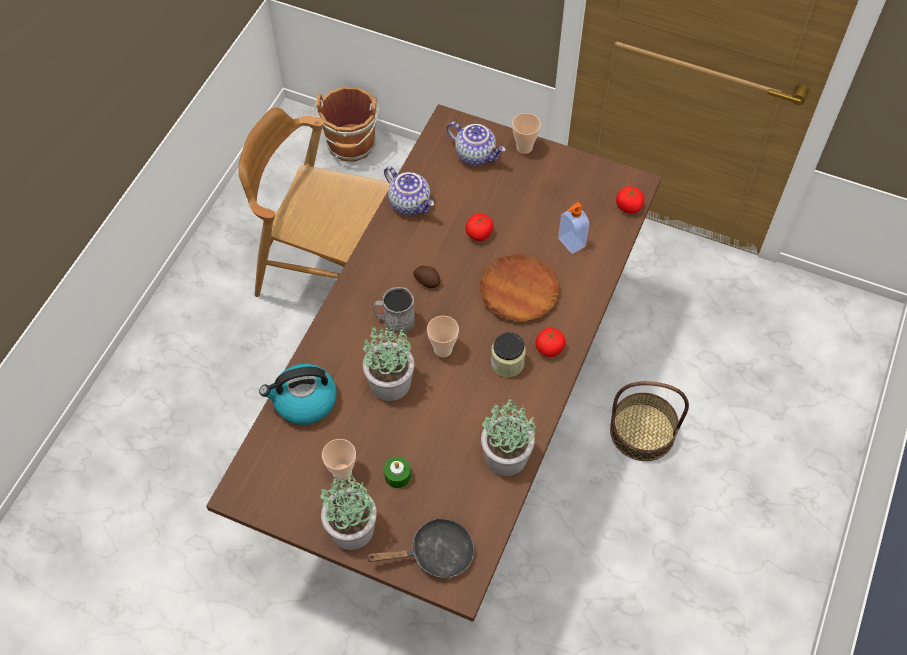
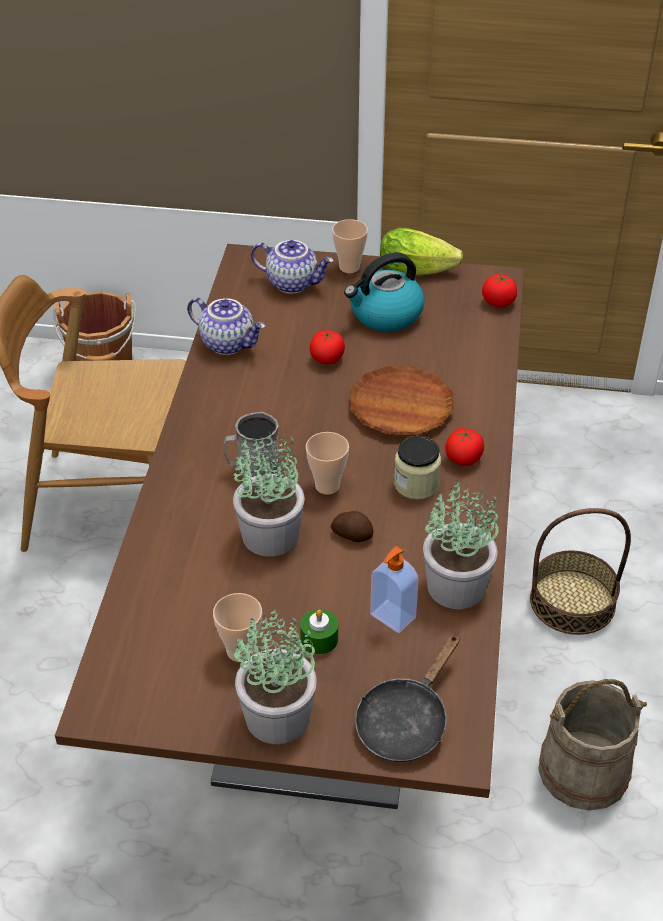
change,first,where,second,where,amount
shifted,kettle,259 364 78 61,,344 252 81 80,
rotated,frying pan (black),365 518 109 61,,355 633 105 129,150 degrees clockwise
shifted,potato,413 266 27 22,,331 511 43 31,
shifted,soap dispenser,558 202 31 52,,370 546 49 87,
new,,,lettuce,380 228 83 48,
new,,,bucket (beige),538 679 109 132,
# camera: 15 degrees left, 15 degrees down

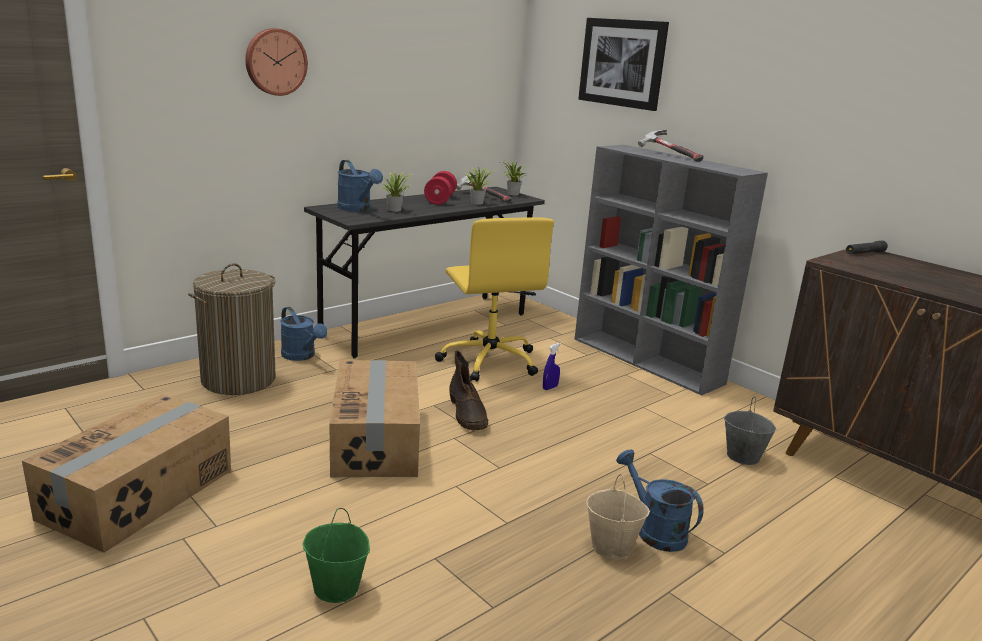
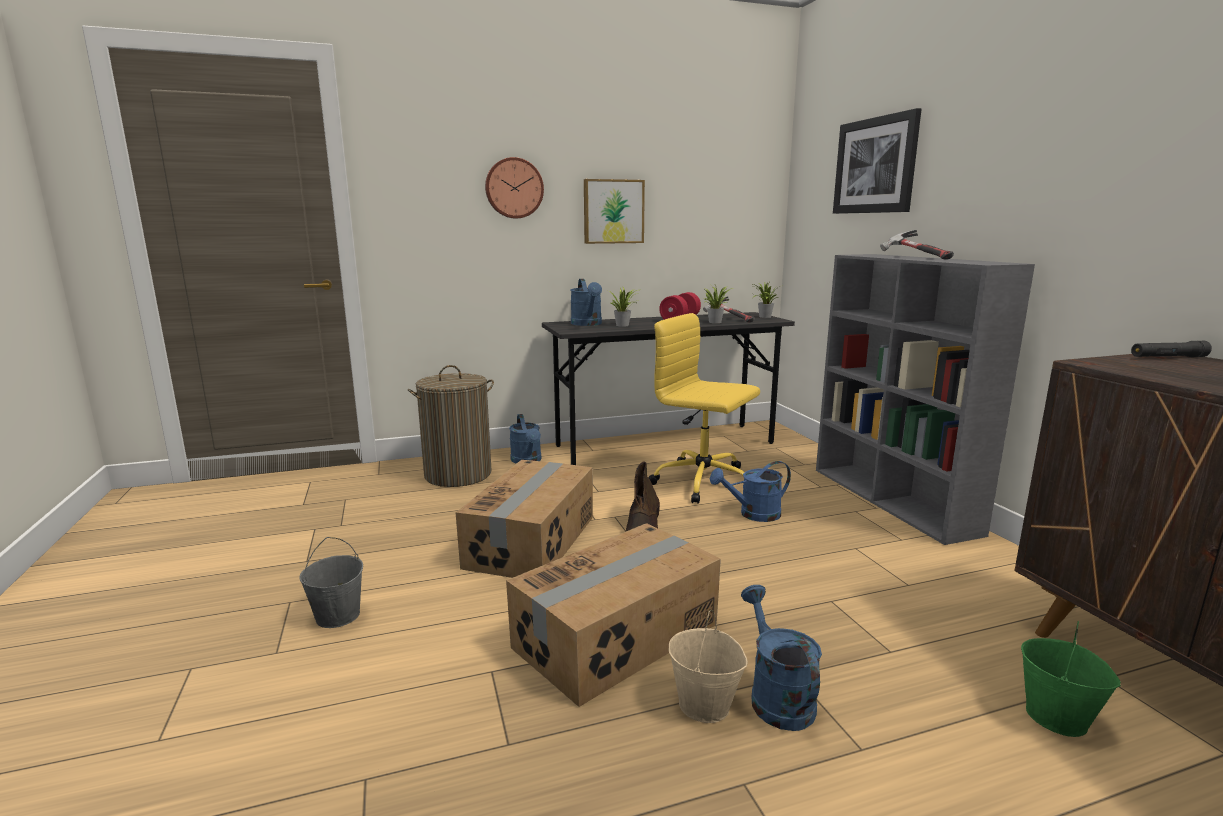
change,first,where,second,where,amount
shifted,cardboard box,22 394 209 159,,506 523 215 184,
shifted,bucket (green),303 508 67 95,,1021 621 100 116,
rotated,office chair (yellow),435 217 119 165,,648 313 112 191,120 degrees clockwise
swapped,spray bottle (blue),543 343 18 47,watering can (blue),710 461 81 61,
shifted,bucket (grey),724 397 52 68,,299 537 64 91,
new,,,picture,584 179 61 65,
# camera: 25 degrees right, 5 degrees down

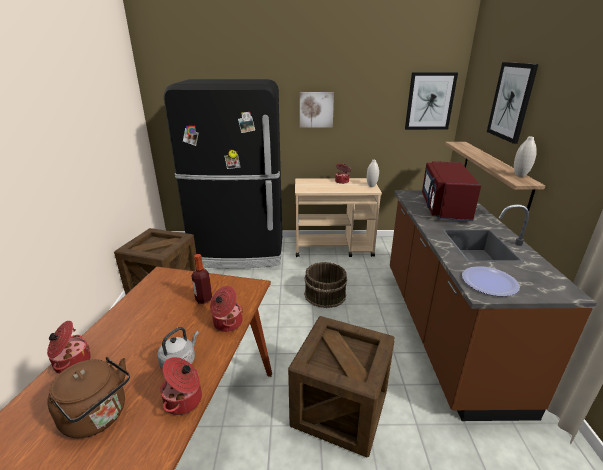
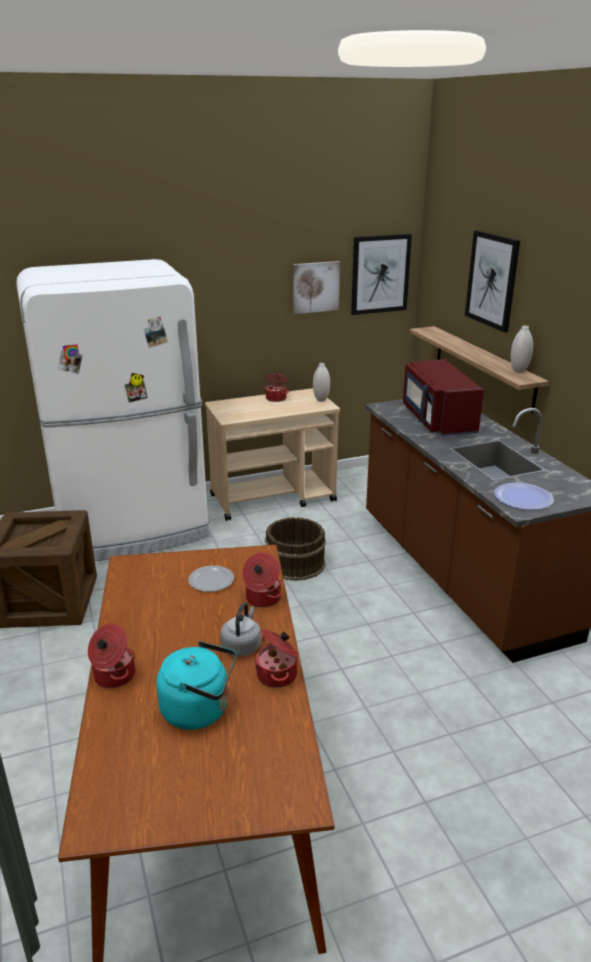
change,first,where,second,where,amount
repainted,kettle (brown),47 357 83 81,kettle (turquoise),156 641 80 89,
repainted,fridge (black),164 79 118 190,fridge (white),16 259 194 302,
swapped,bottle,192 254 20 50,plate,188 565 46 27,
gone,crate,288 316 107 141,,,
shifted,picture,300 92 34 35,,293 261 47 53,
# camera: 20 degrees left, 0 degrees up

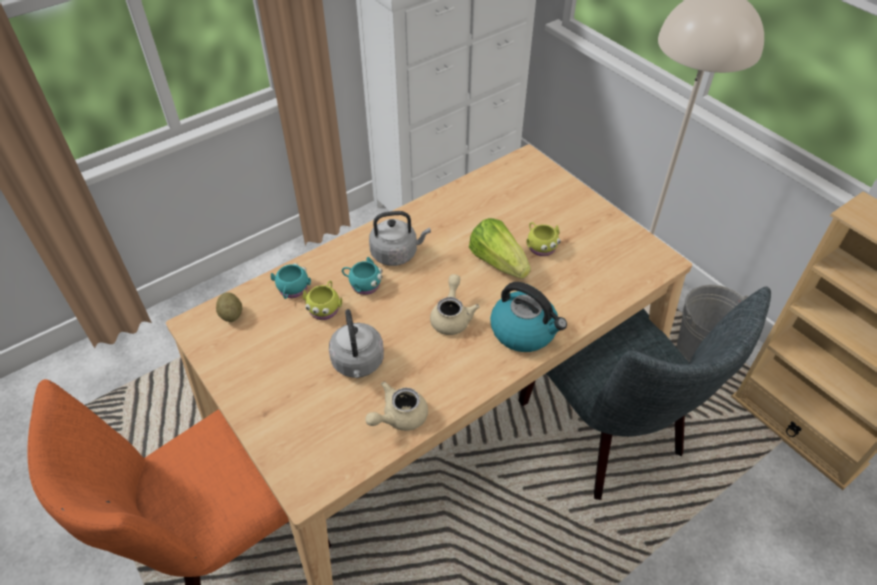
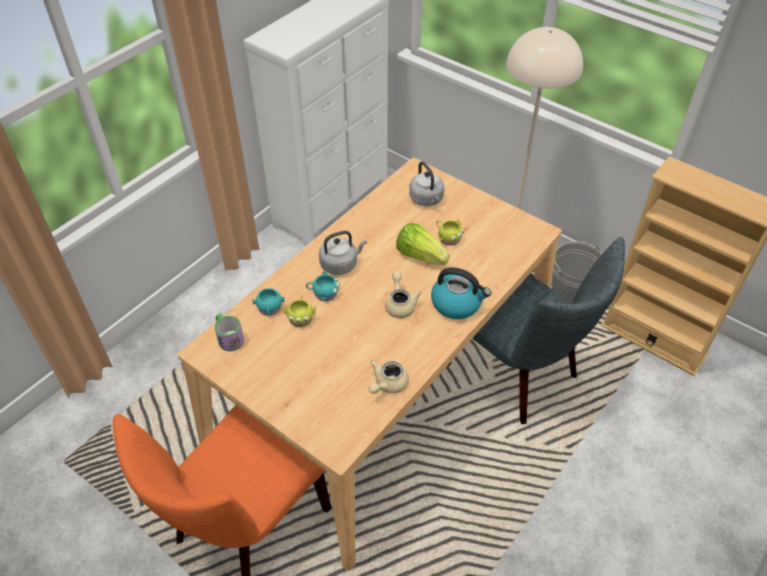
change,first,where,second,where,amount
swapped,potato,216 292 26 30,mug,215 313 29 38,
shifted,kettle (grey),329 309 55 69,,409 161 35 45,
# camera: 15 degrees left, 0 degrees up

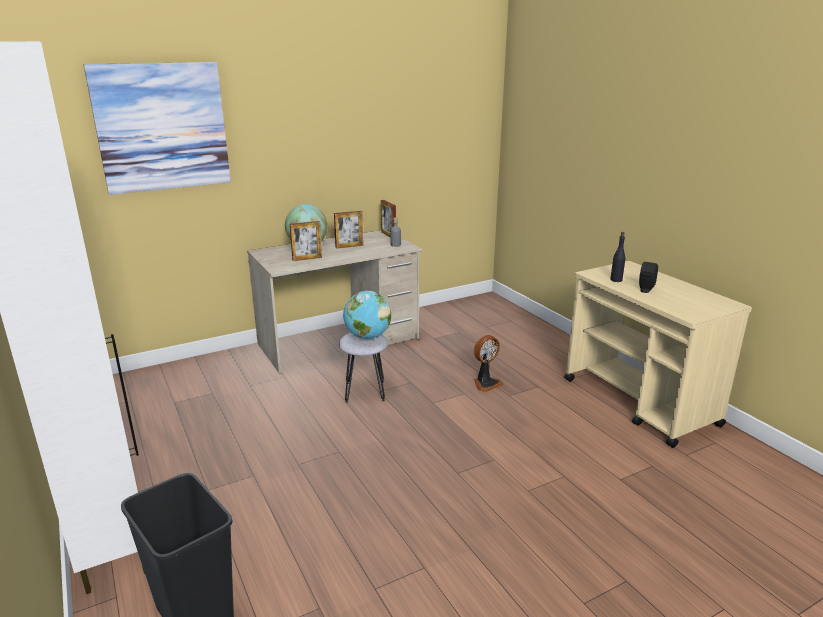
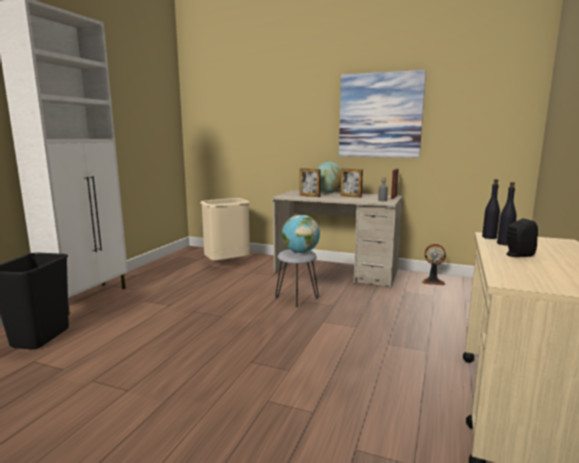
change,first,where,second,where,amount
shifted,picture,84 62 147 133,,339 70 87 88,
shifted,fan,474 335 30 57,,422 244 24 41,
new,,,trash can (beige),201 198 49 63,
new,,,bottle (black),482 179 18 60,
# camera: 50 degrees right, 10 degrees down

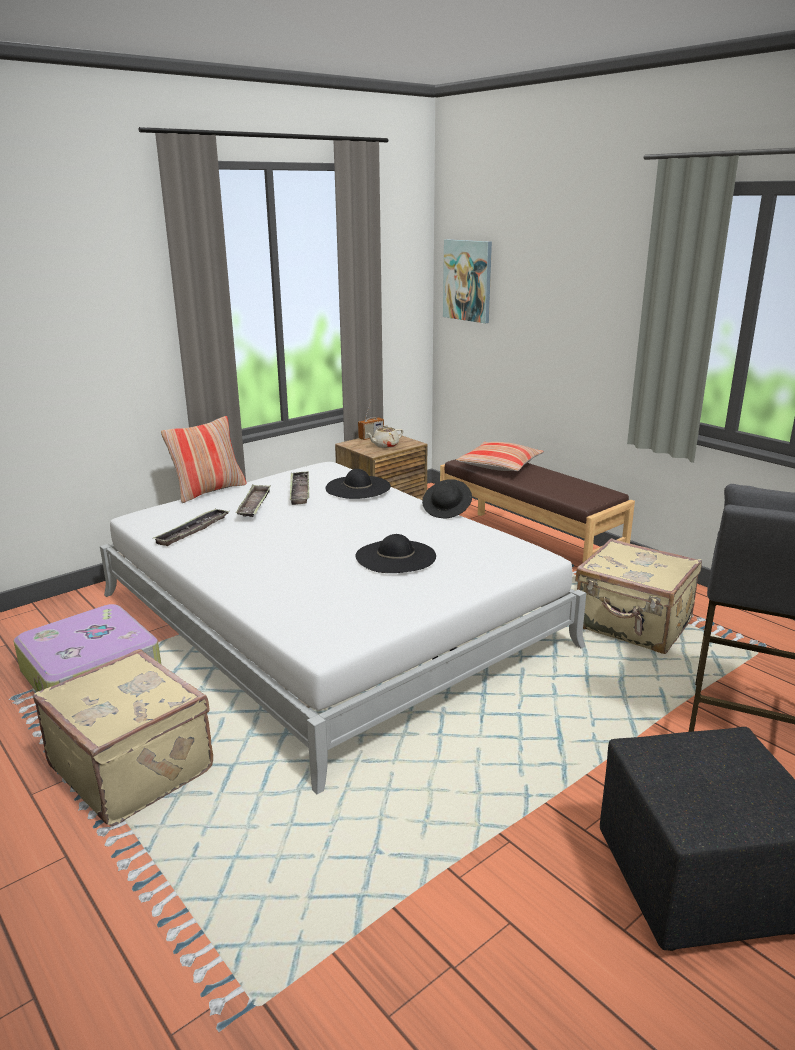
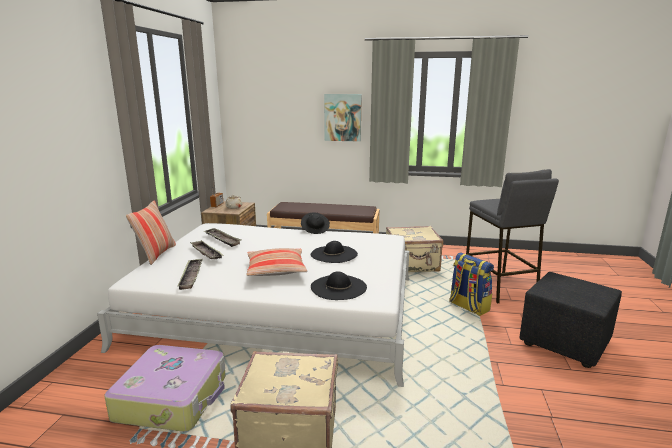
change,first,where,second,where,amount
shifted,hat (black),326 469 65 30,,311 272 56 28,
shifted,picture,443 239 49 84,,324 94 38 48,
shifted,pillow,456 442 87 29,,246 248 62 28,
new,,,backpack,449 252 45 64,
# camera: 40 degrees left, 5 degrees down

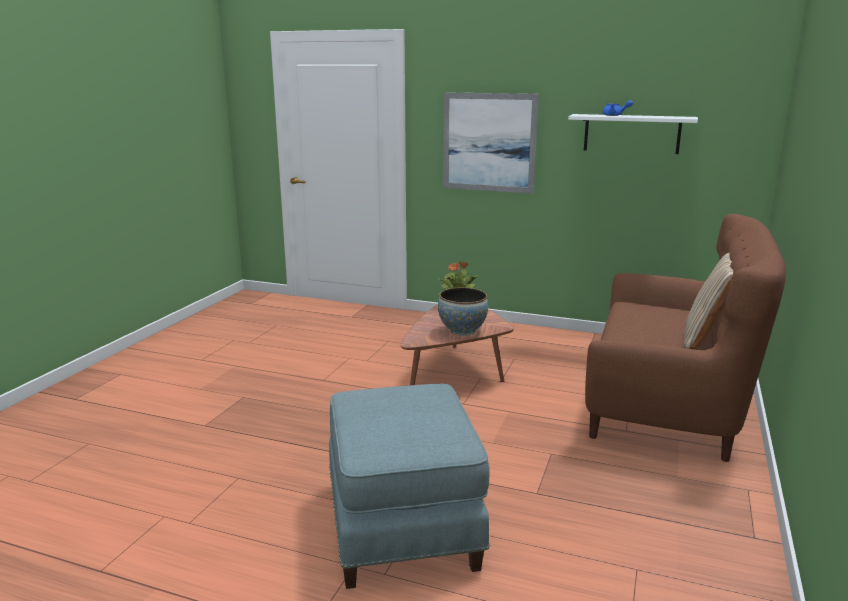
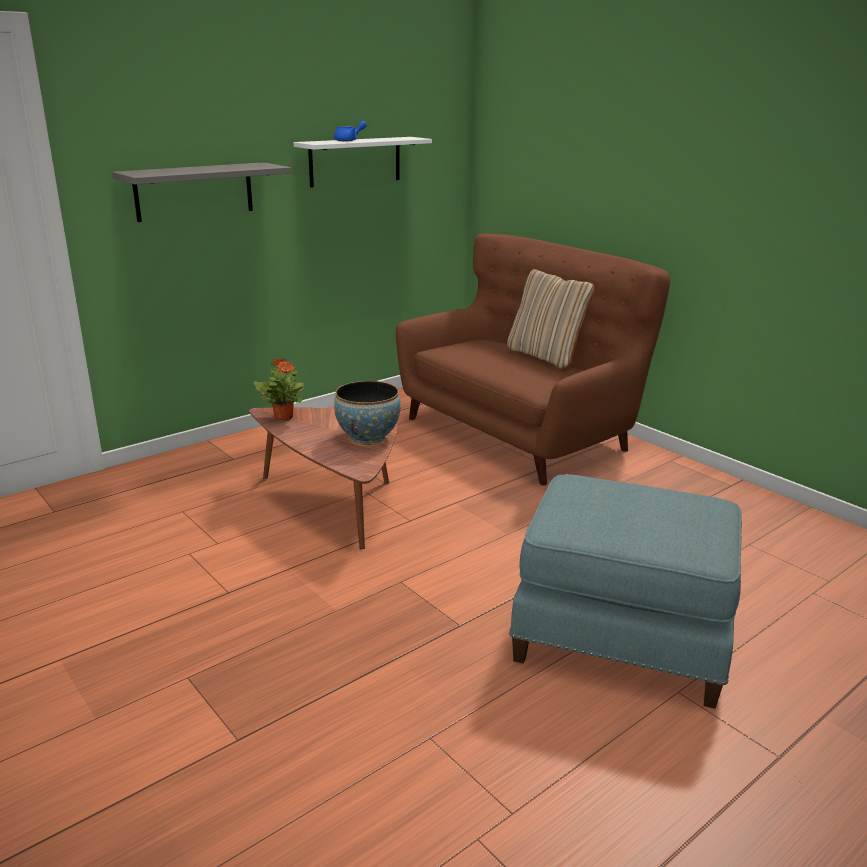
change,first,where,second,where,amount
swapped,picture,443 92 96 101,shelf (grey),112 162 179 60,
# camera: 60 degrees left, 5 degrees up

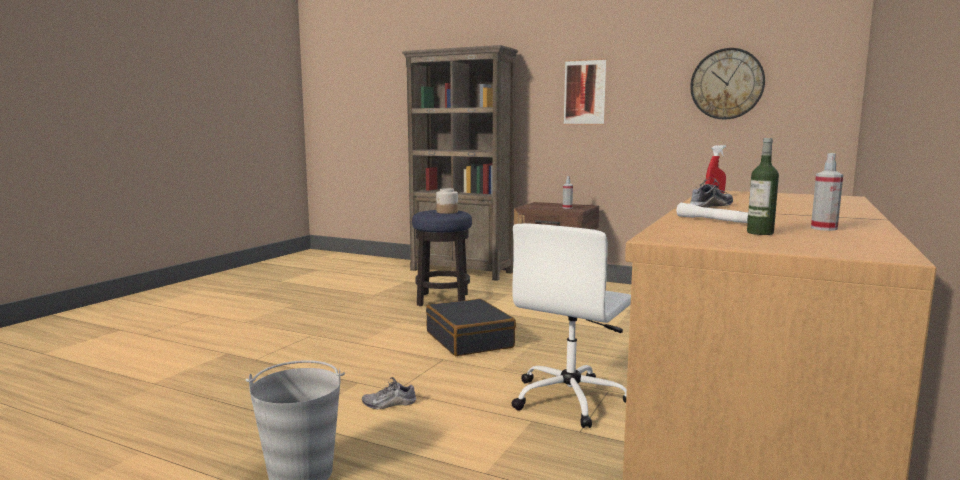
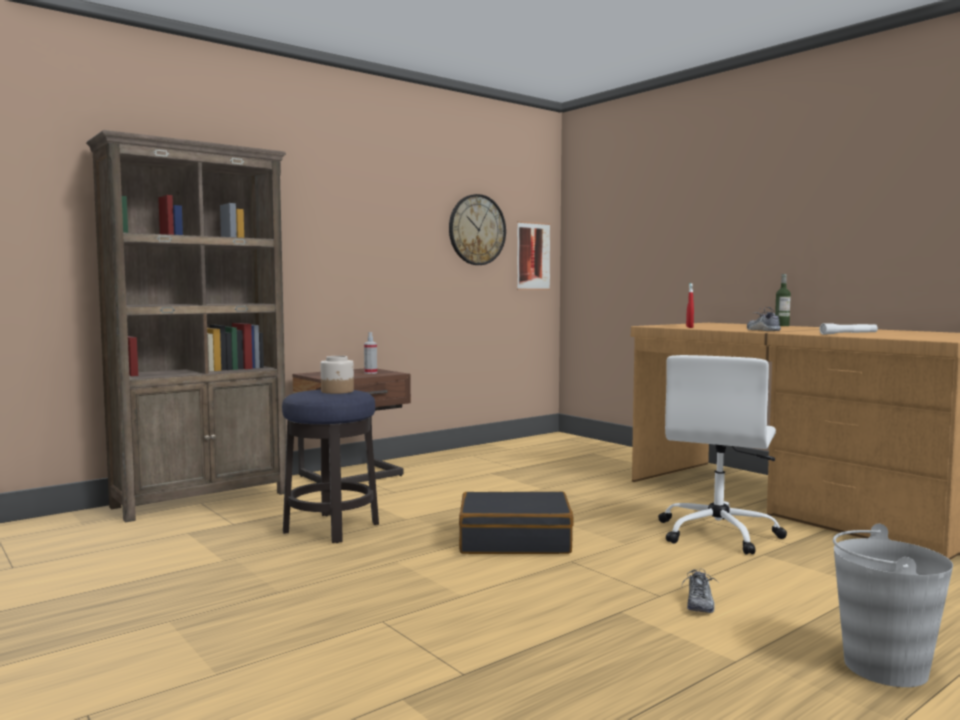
change,first,where,second,where,amount
rotated,office chair (white),512 223 119 205,,658 355 129 200,60 degrees clockwise
shifted,picture,564 58 42 67,,517 221 34 69,
shifted,bottle,747 138 32 97,,775 274 16 52,
gone,spray bottle,811 153 32 78,,,
# camera: 65 degrees left, 5 degrees down

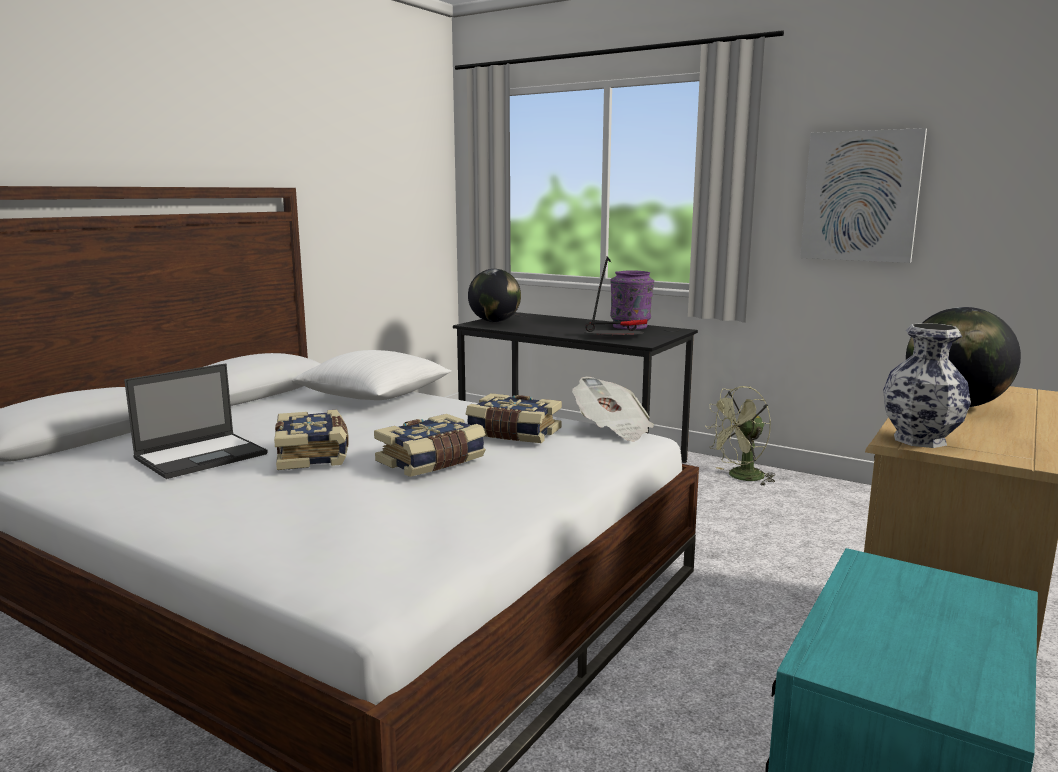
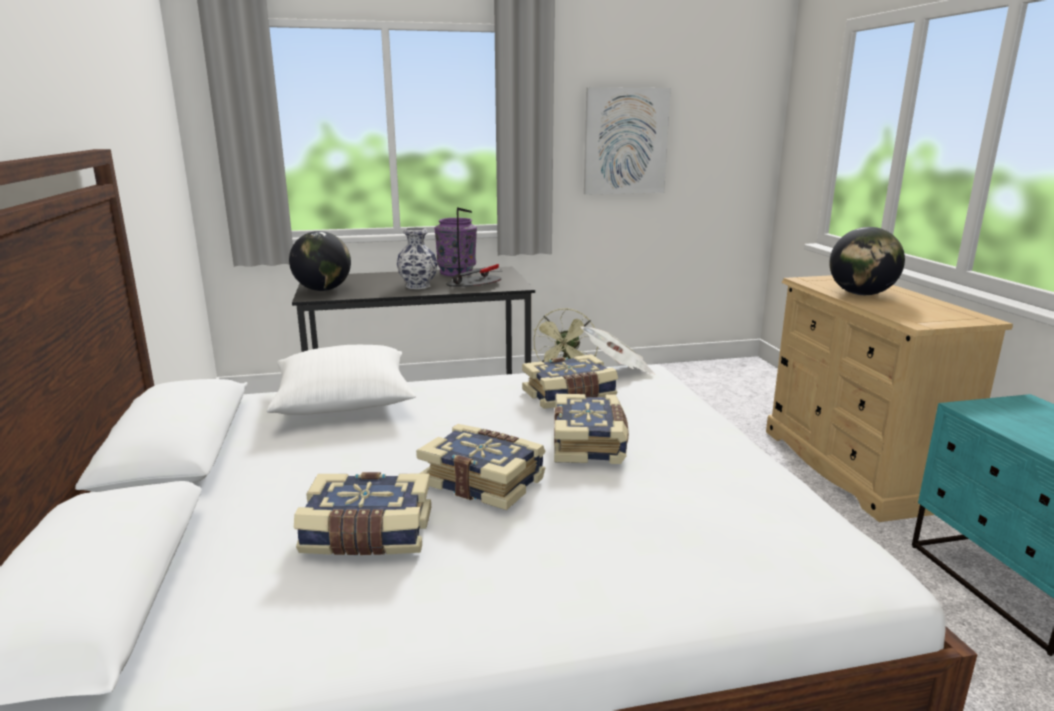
change,first,where,second,where,amount
swapped,laptop,124 363 144 116,book,294 472 137 83,
shifted,vase,883 323 88 125,,397 227 40 62,
# camera: 45 degrees left, 5 degrees up

